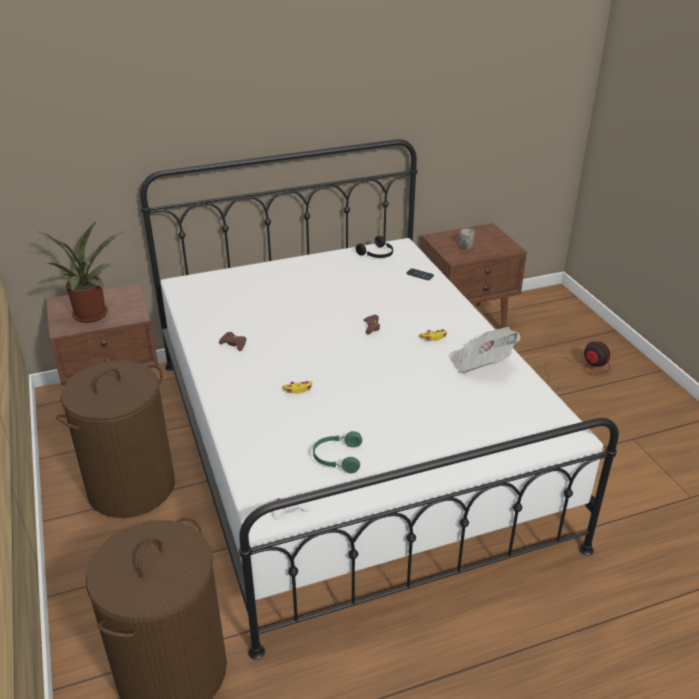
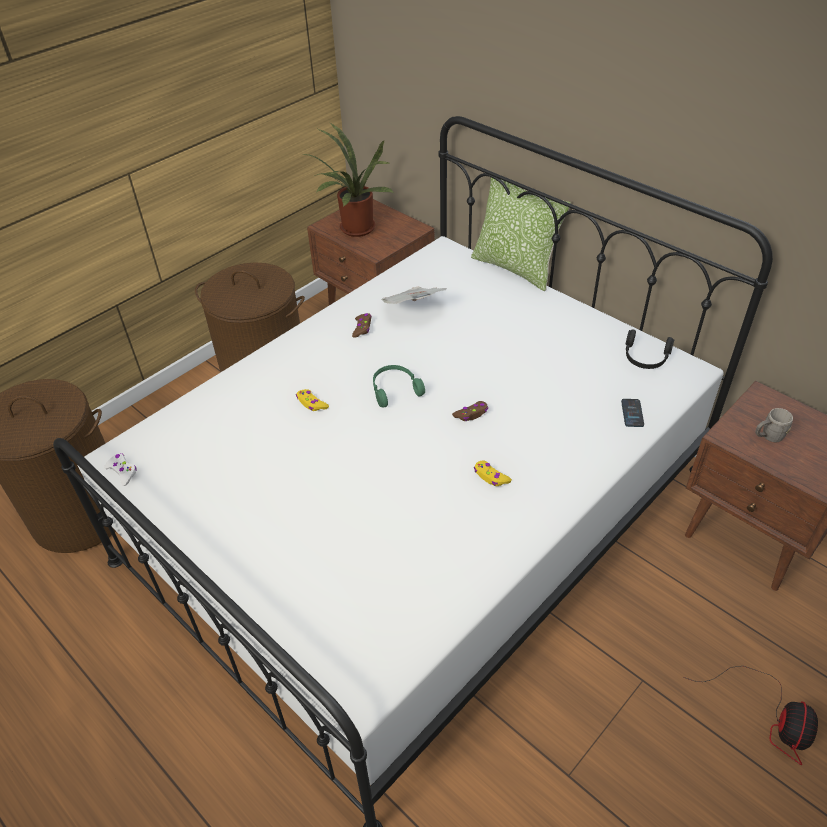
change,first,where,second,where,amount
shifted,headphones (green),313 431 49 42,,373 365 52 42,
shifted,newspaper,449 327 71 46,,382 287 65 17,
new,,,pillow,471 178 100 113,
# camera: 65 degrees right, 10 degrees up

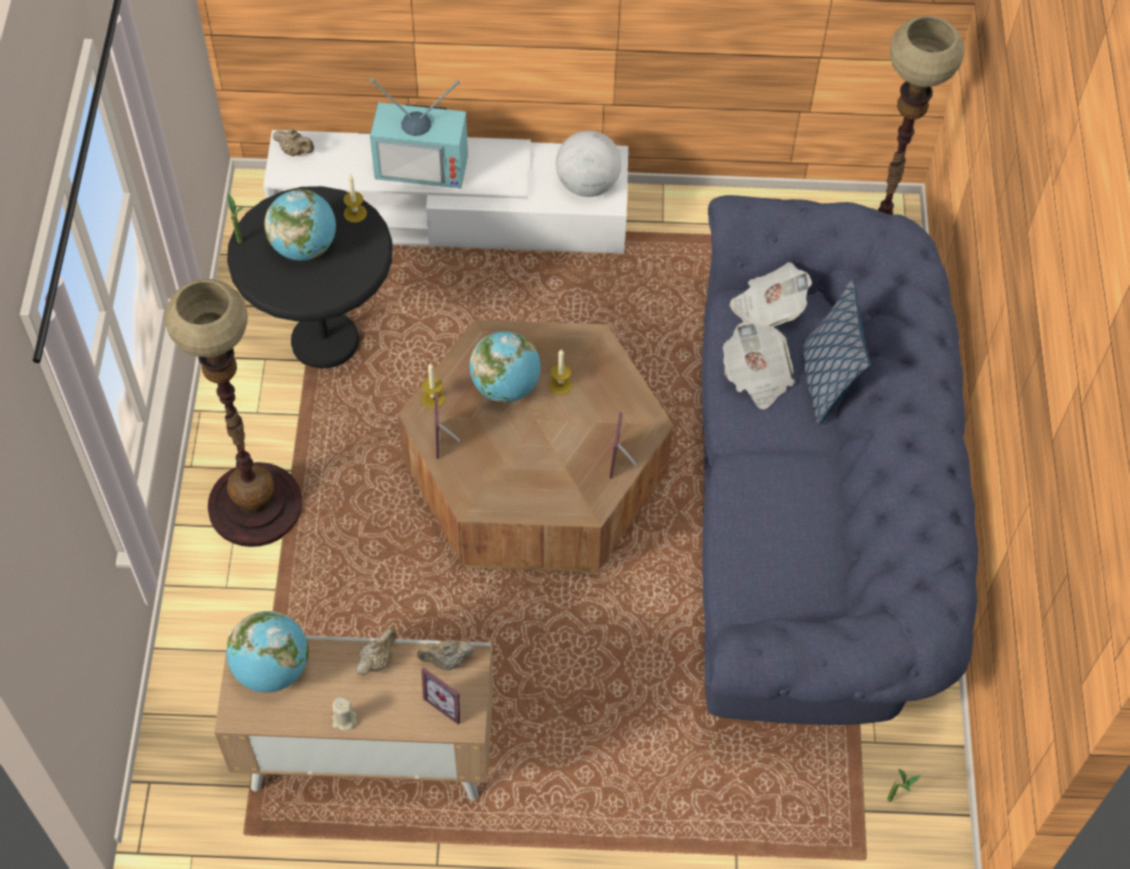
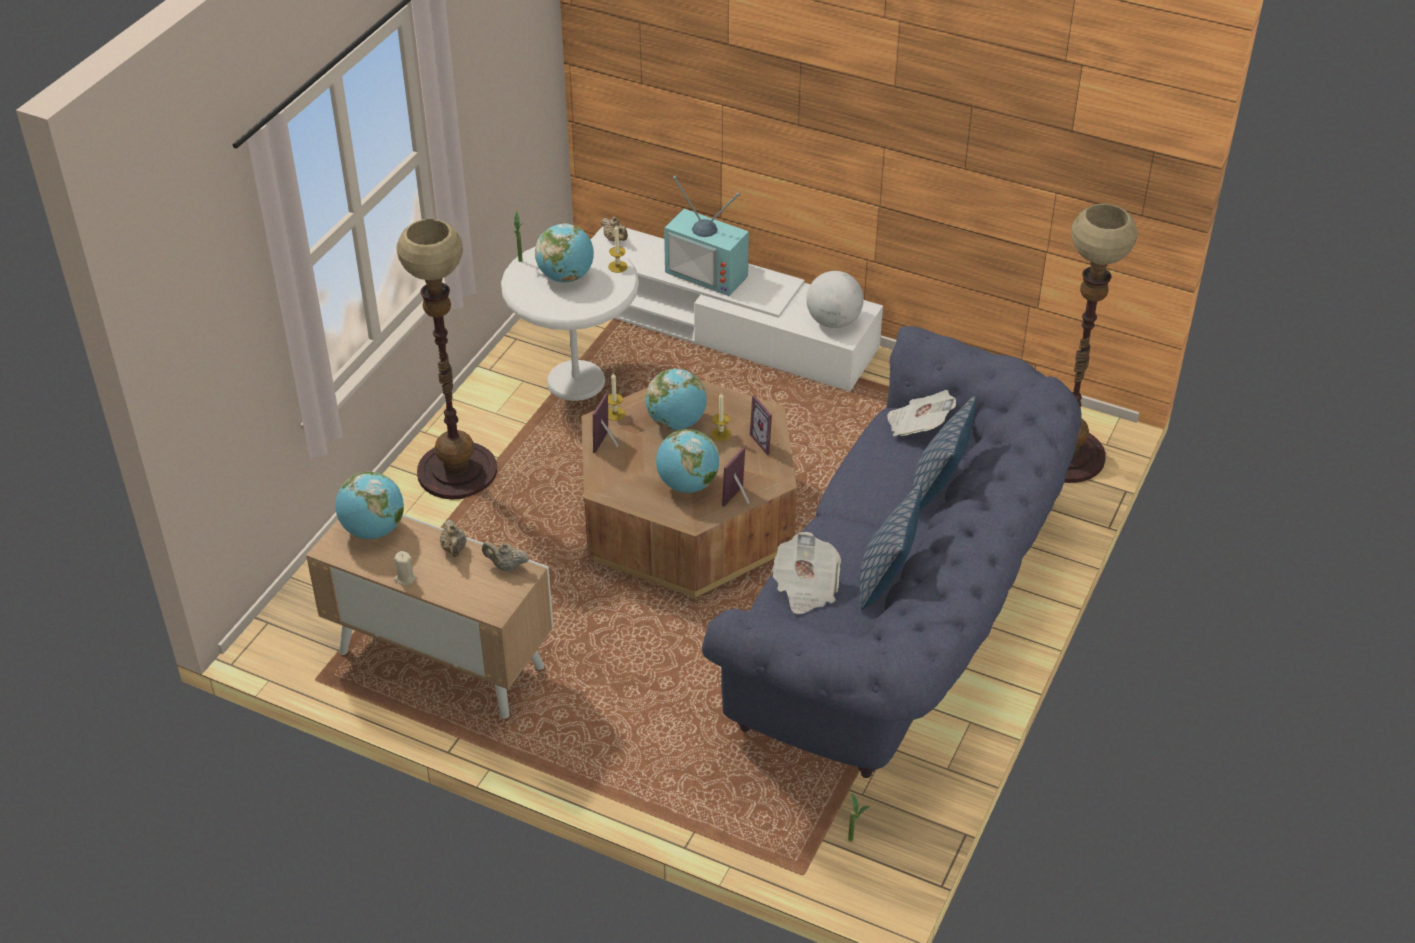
change,first,where,second,where,amount
repainted,side table (black),227 186 165 182,side table (white),501 241 138 160,
rotated,teapot (beige),356 628 41 48,,440 520 27 37,105 degrees clockwise
shifted,picture frame,421 667 39 58,,750 395 26 60,
shifted,newspaper,723 321 72 88,,771 532 70 82,
new,,,globe,656 429 63 64,
new,,,pillow,860 483 62 127,
# camera: 25 degrees right, 15 degrees down

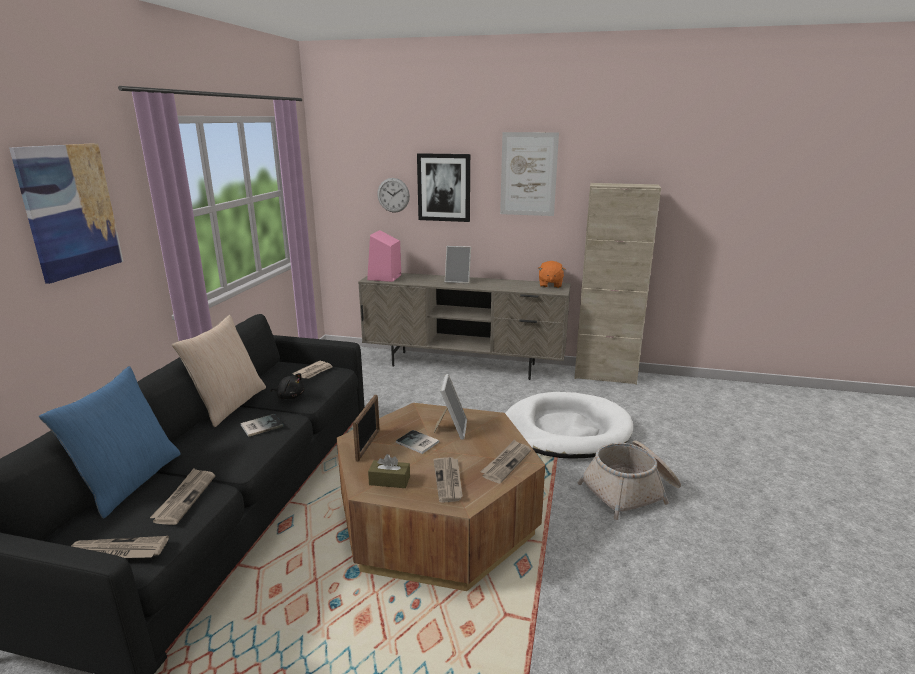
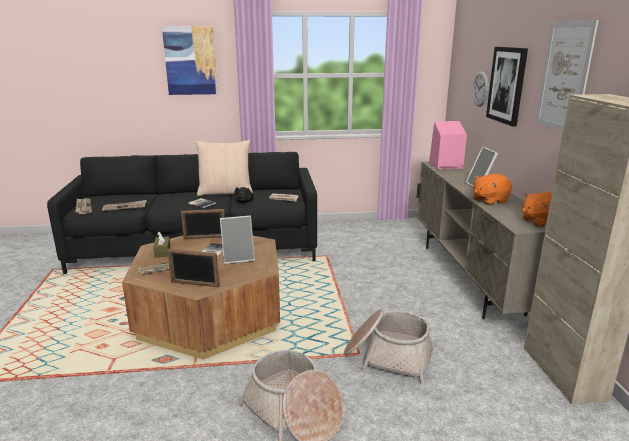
change,first,where,second,where,amount
gone,pillow (blue),39 366 142 153,,,
swapped,newspaper,480 440 51 44,picture frame,167 249 52 38,
swapped,dog bed (white),505 392 128 67,basket,344 309 90 75,
new,,,plush toy (orange),473 174 39 31,
# camera: 70 degrees right, 0 degrees up

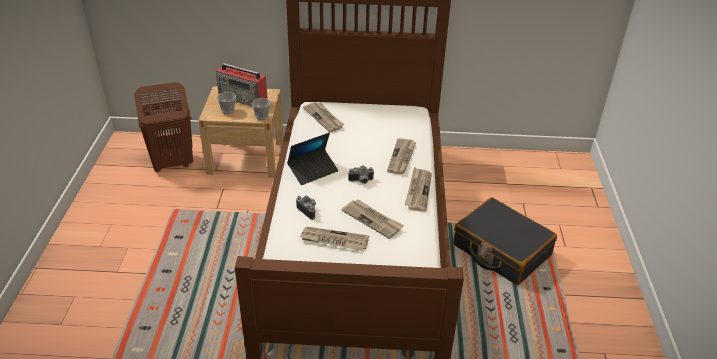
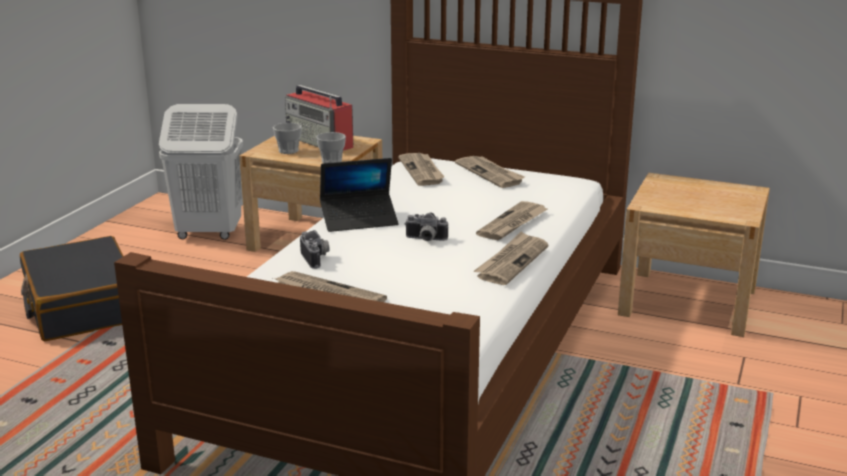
change,first,where,second,where,amount
repainted,laundry basket (brown),134 82 59 90,laundry basket (white),159 104 84 136,
shifted,newspaper,341 199 63 40,,455 156 70 32,
shifted,suitcase (black),453 197 104 88,,20 236 104 105,
new,,,nightstand (beige),618 173 152 164,
# camera: 20 degrees right, 15 degrees down

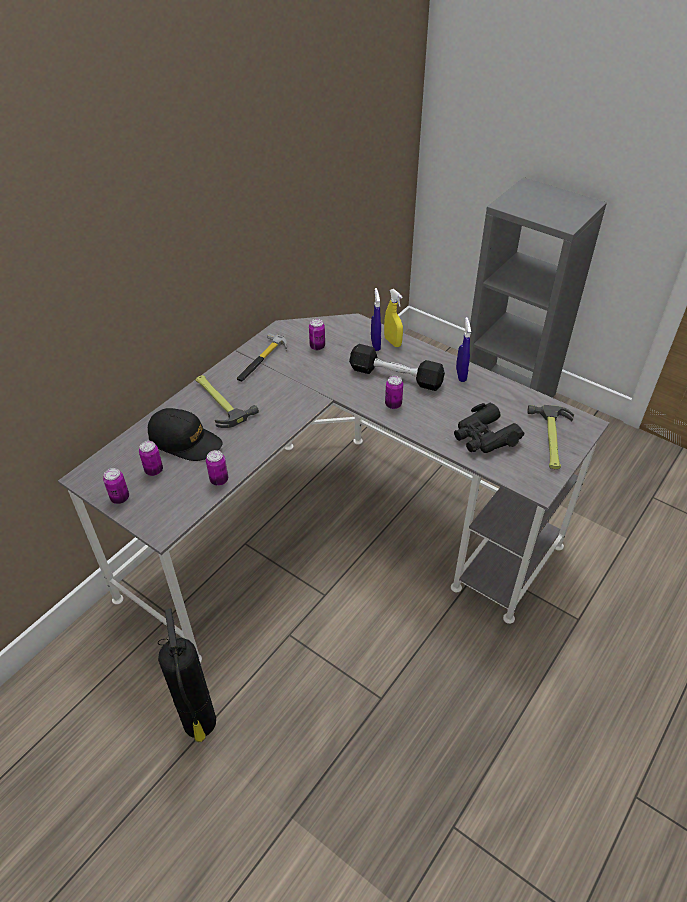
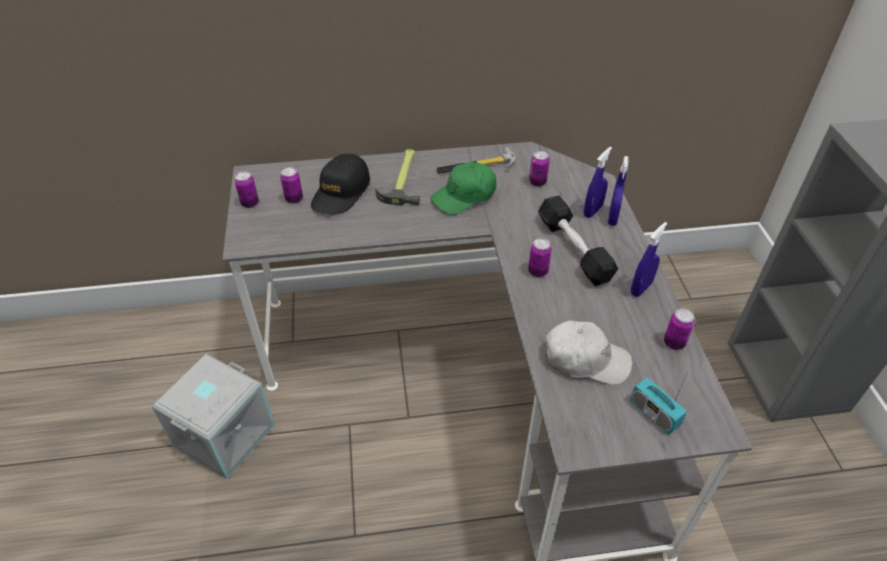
change,first,where,second,where,amount
rotated,cap (black),148 408 75 53,,311 154 59 60,45 degrees clockwise
swapped,fire extinguisher,158 608 58 134,storage box (grey),151 354 124 125,
shifted,can,206 450 22 36,,664 309 31 41,
repainted,spray bottle (yellow),384 289 19 58,spray bottle (blue),608 156 21 70,
swapped,binoculars (black),454 403 71 50,cap (white),546 321 86 64,
swapped,hammer,527 405 47 64,radio,630 369 59 66,
new,,,cap (green),430 162 67 53,
# camera: 45 degrees right, 0 degrees up

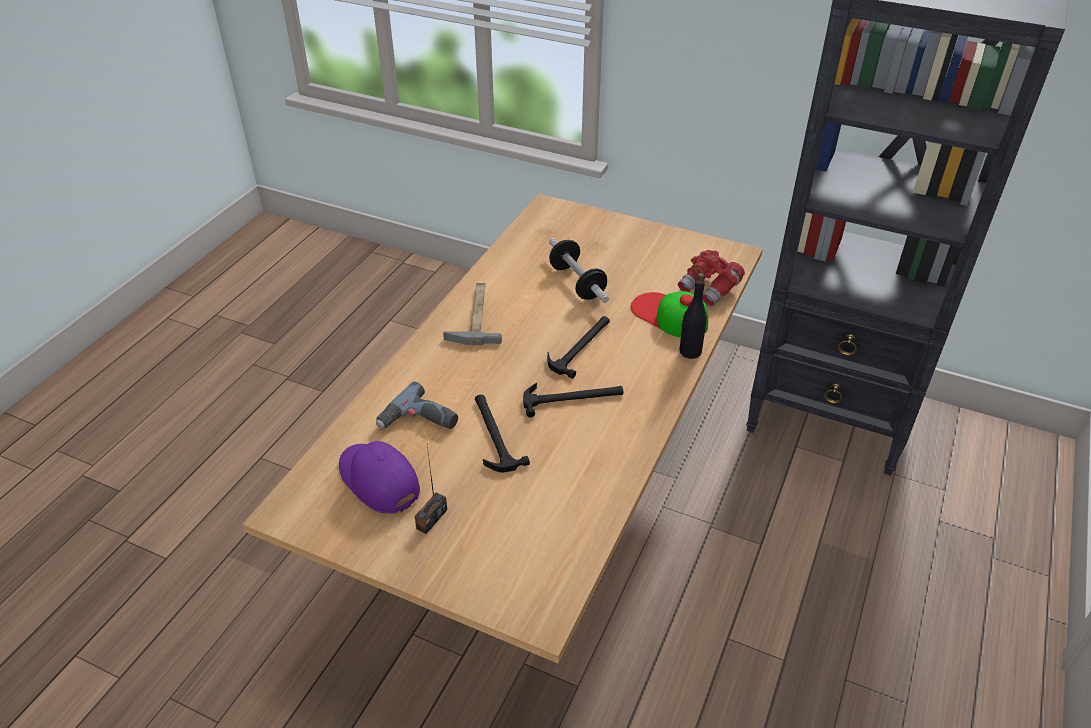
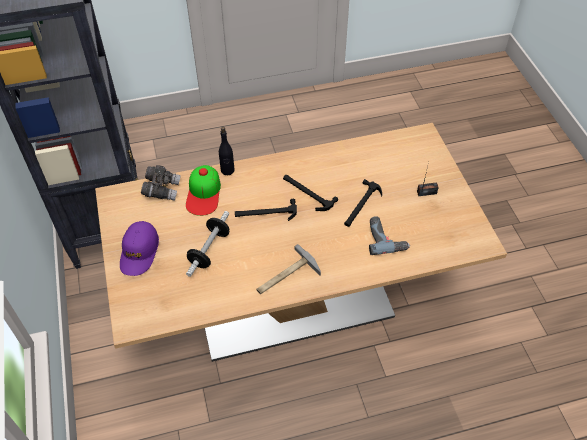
change,first,where,second,where,amount
shifted,cap (purple),339 441 81 73,,120 221 39 55,
repainted,binoculars (red),678 250 67 56,binoculars (grey),141 165 40 36,
# camera: 130 degrees left, 10 degrees up

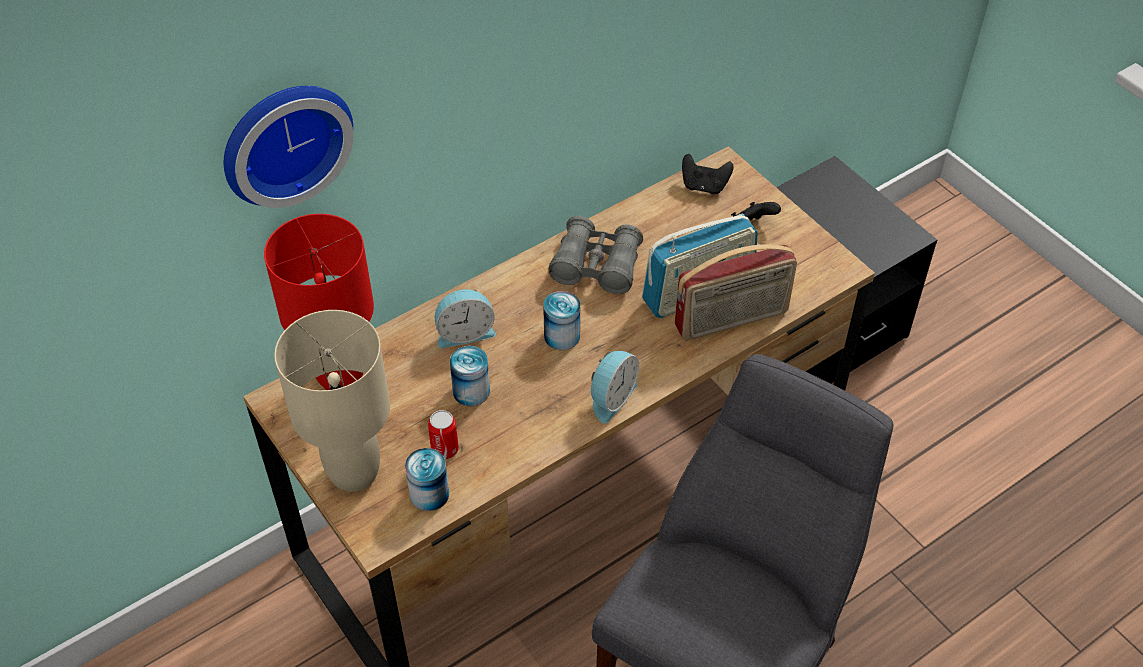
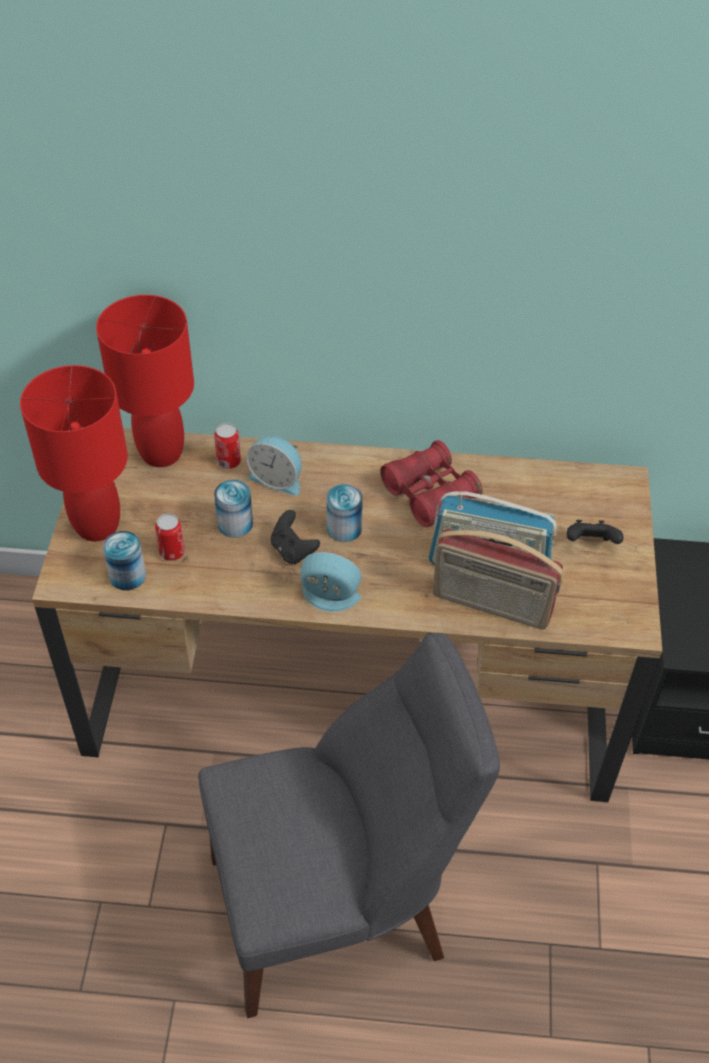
change,first,where,second,where,amount
gone,wall clock,224 86 129 122,,,
repainted,table lamp (beige),274 310 116 182,table lamp (red),20 365 108 176,
repainted,binoculars (grey),548 216 95 78,binoculars (red),380 440 103 87,
rotated,alarm clock,591 351 48 72,,300 552 62 60,150 degrees counterclockwise
shifted,game controller (black),682 154 51 40,,271 510 49 54,
new,,,can,214 423 27 46,
# camera: 40 degrees right, 0 degrees up

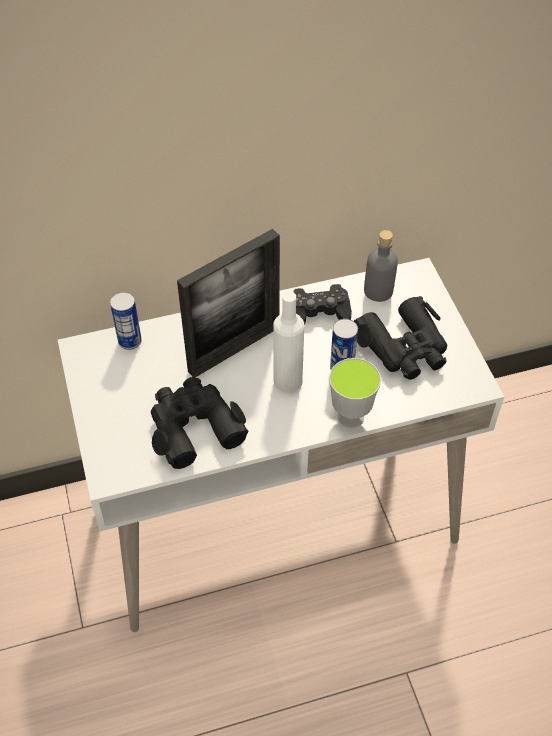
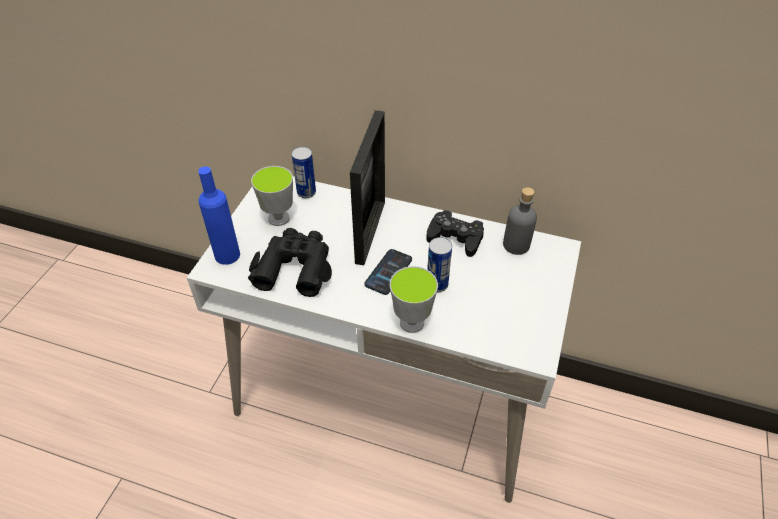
change,first,where,second,where,amount
rotated,picture frame,177 229 103 148,,350 110 35 155,75 degrees counterclockwise
swapped,bottle (white),273 292 31 101,phone,364 249 48 46,
gone,binoculars (black),354 296 93 84,,,
new,,,bottle (blue),198 166 42 99,
new,,,cup,251 166 42 60,
# camera: 35 degrees right, 5 degrees down

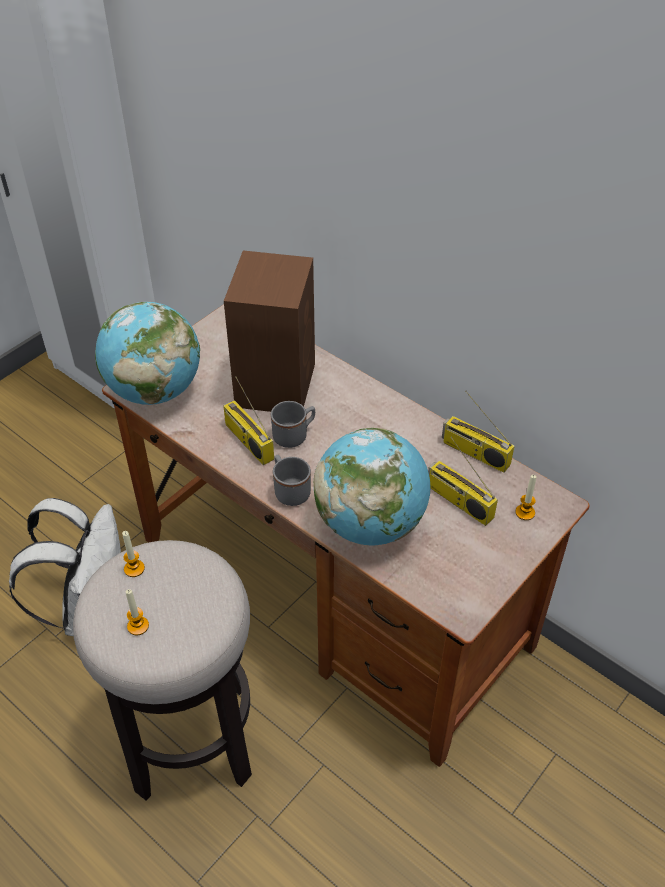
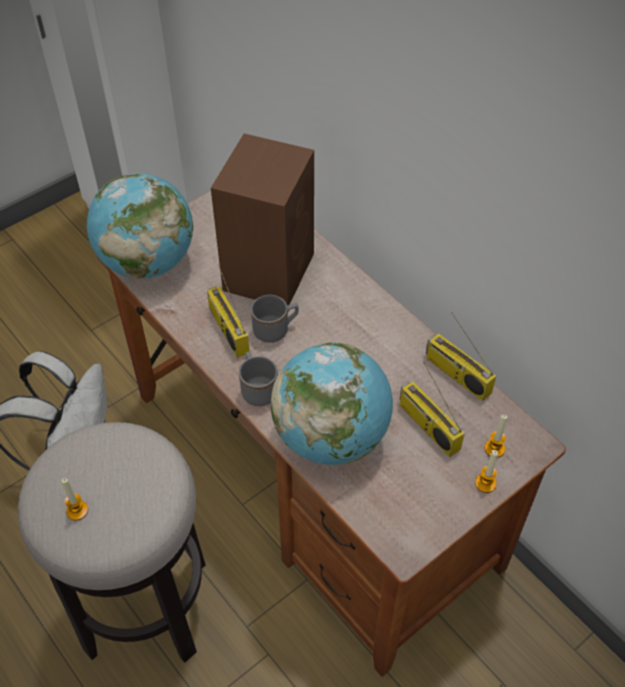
change,first,where,second,where,amount
shifted,candle,122 531 23 46,,475 450 23 43,
# camera: 10 degrees right, 5 degrees up

